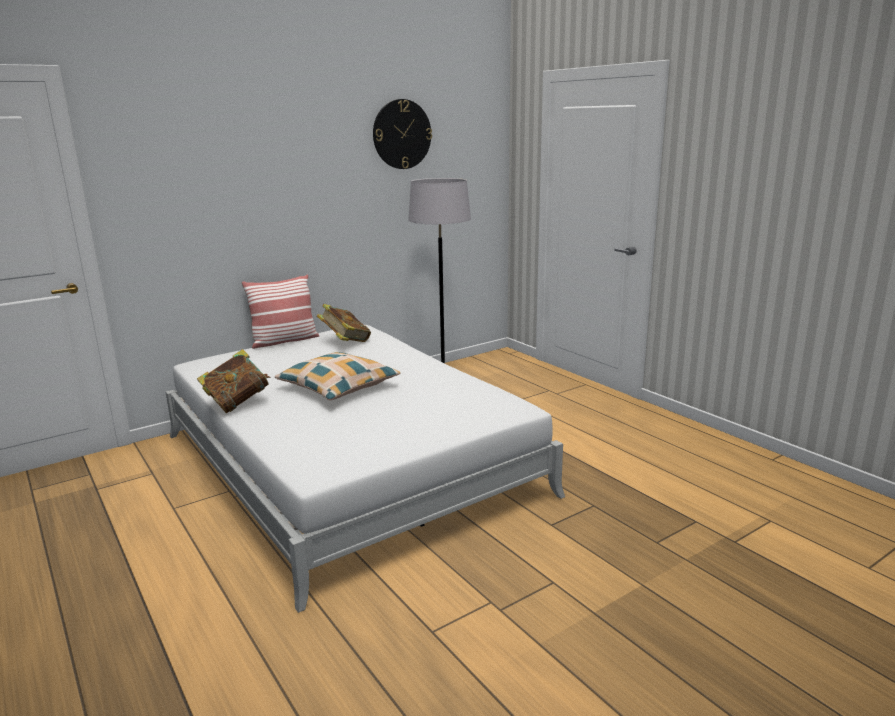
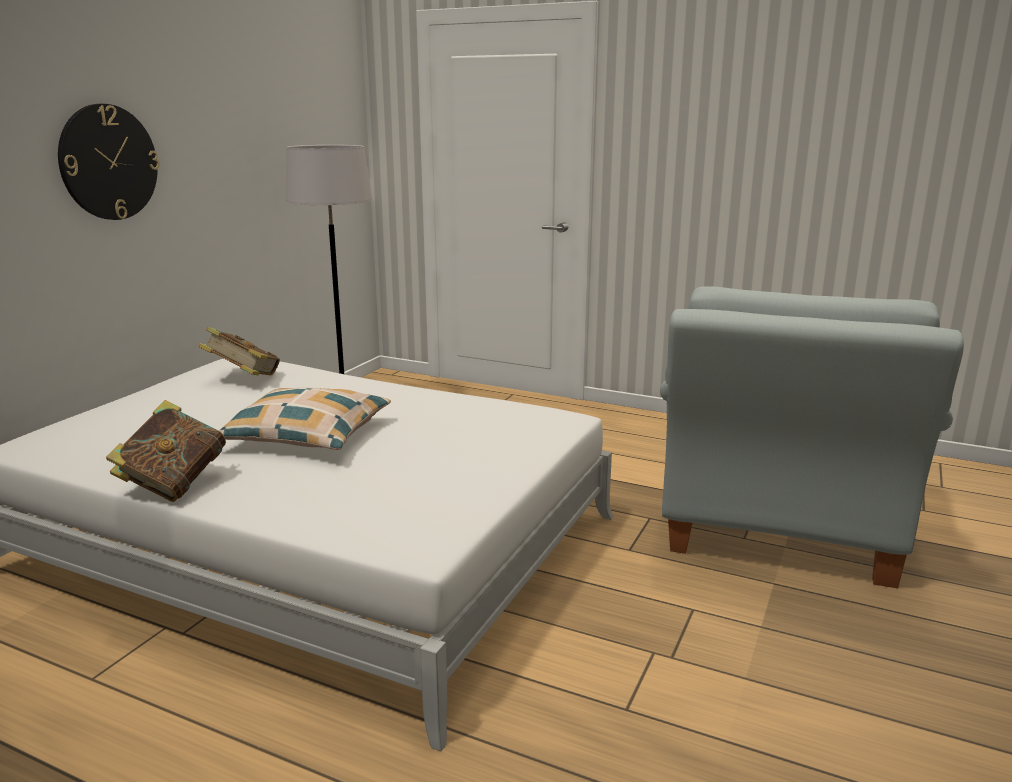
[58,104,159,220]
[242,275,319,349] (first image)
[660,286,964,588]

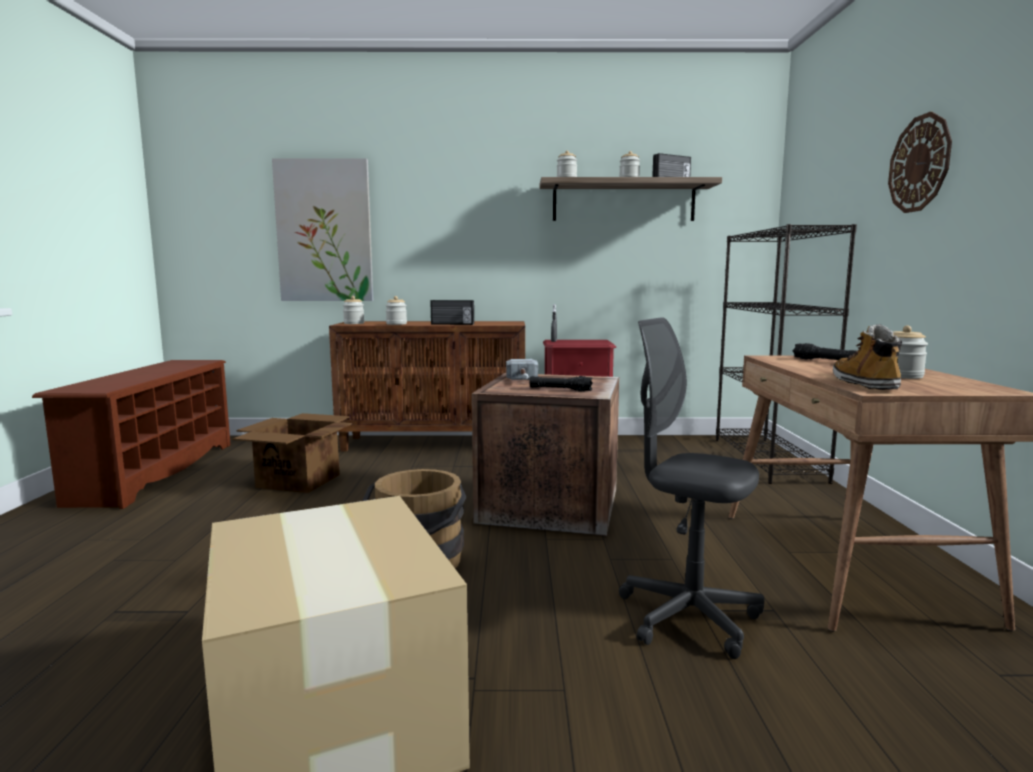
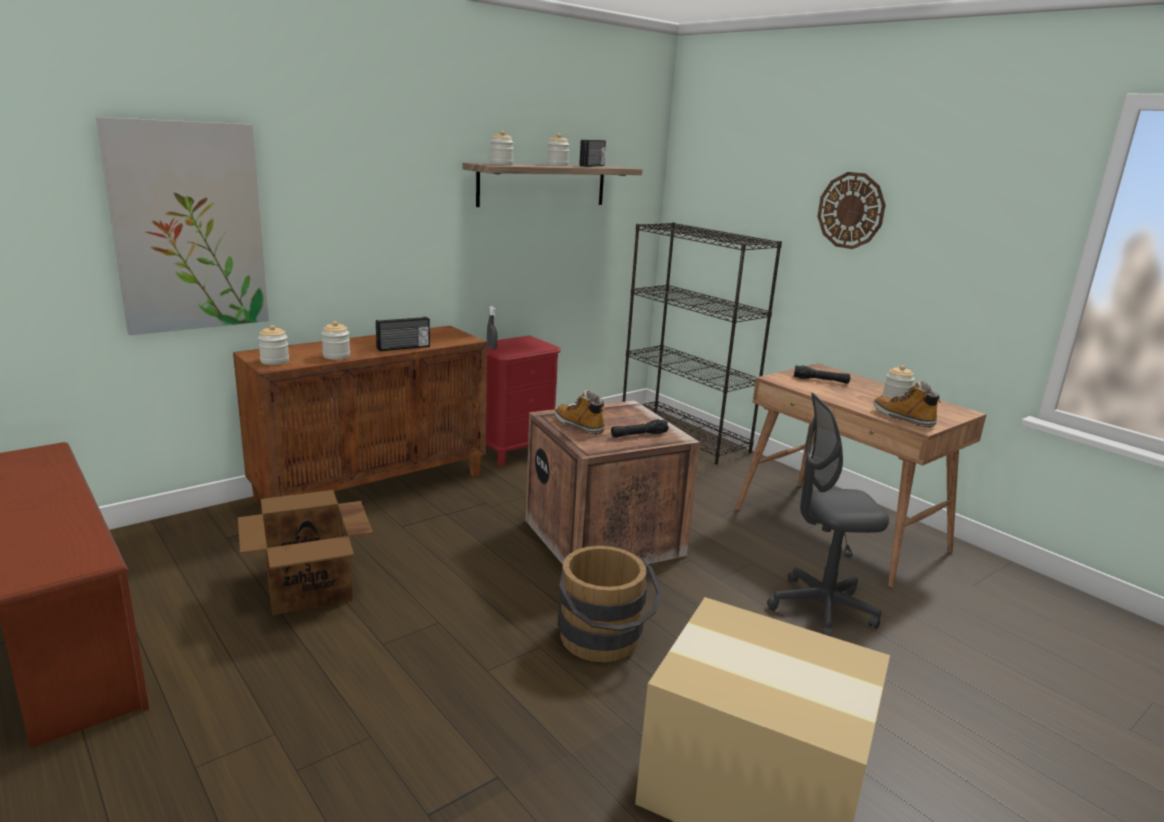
[555,389,605,434]

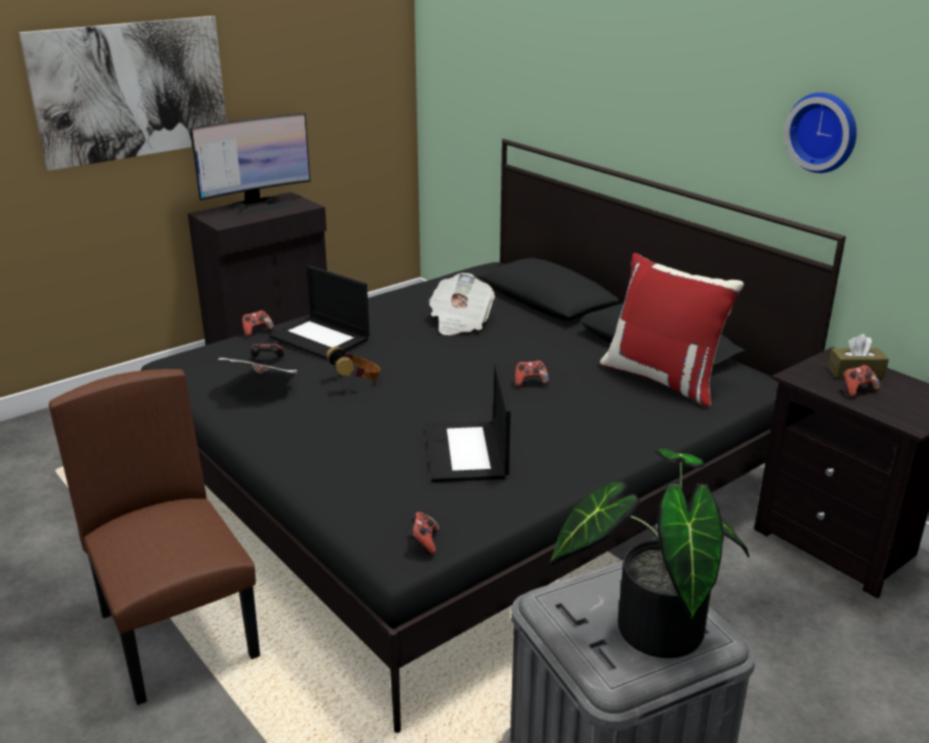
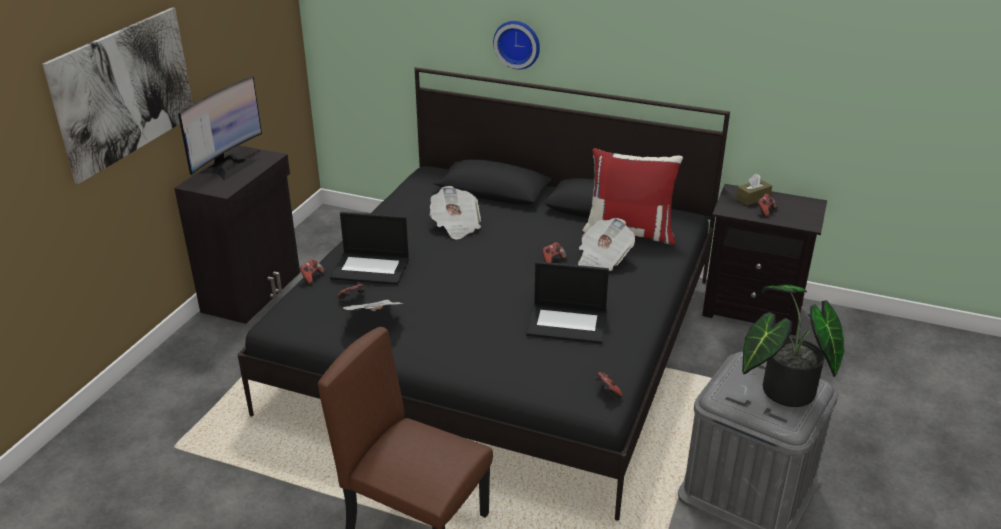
[493,21,540,69]
[326,346,380,381] (first image)
[526,261,609,344]
[578,218,635,271]

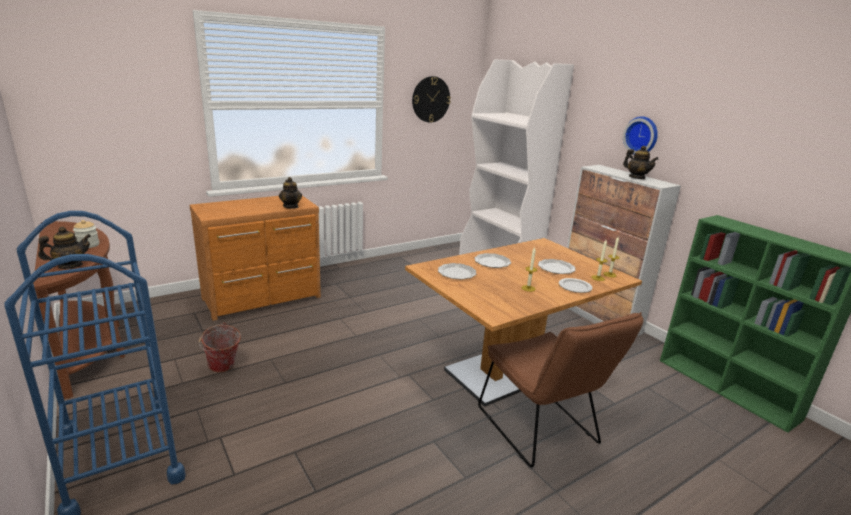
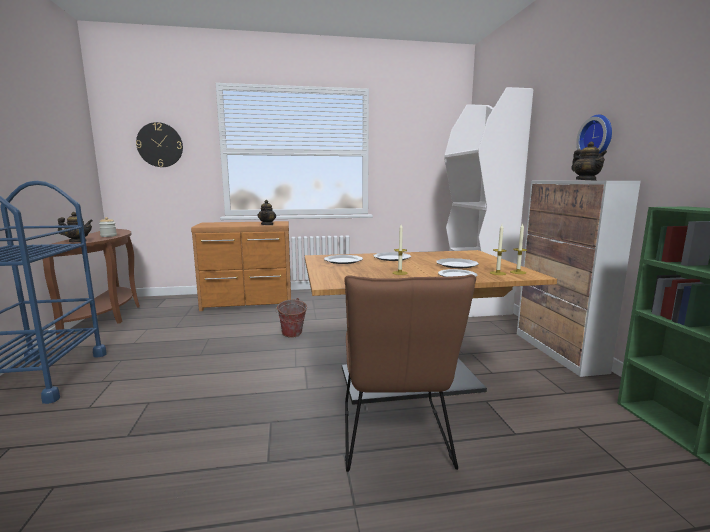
[136,122,183,167]
[275,298,307,338]

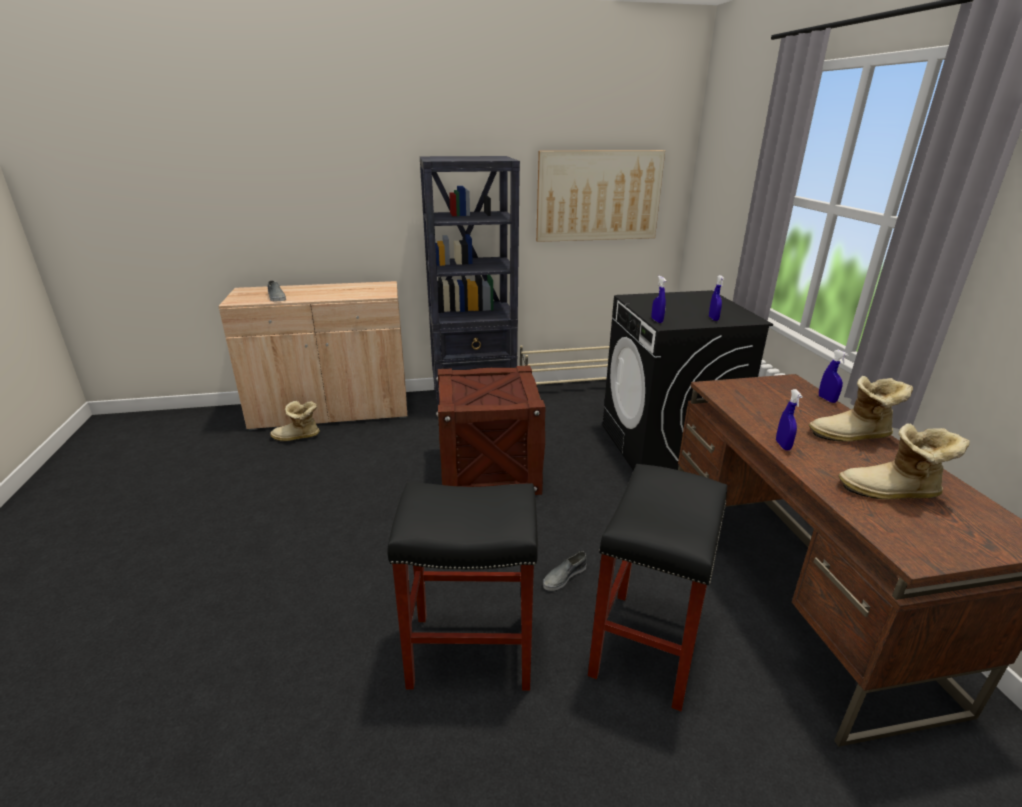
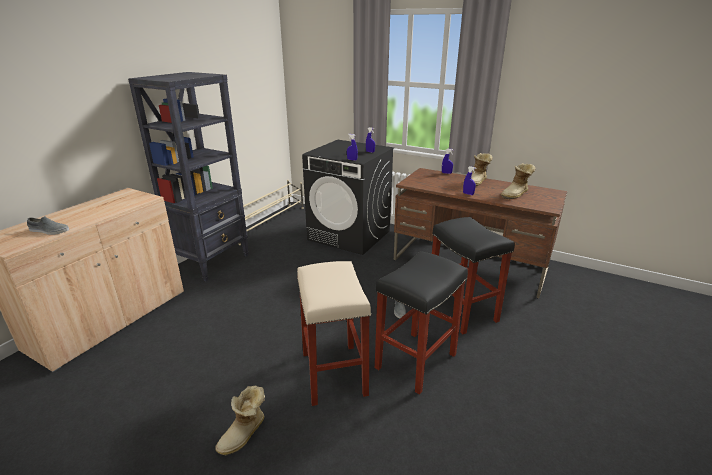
[536,150,665,242] (first image)
[436,365,546,495] (first image)
[215,386,265,455]
[297,261,371,406]

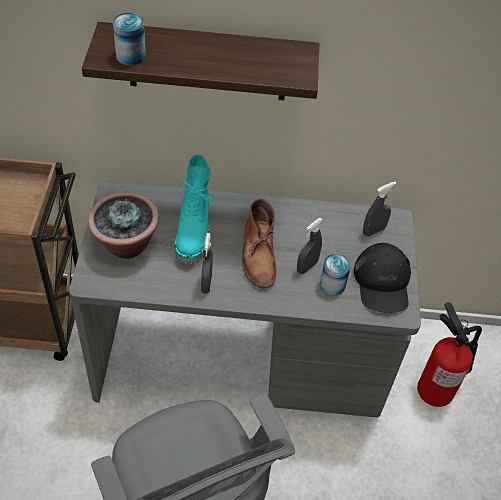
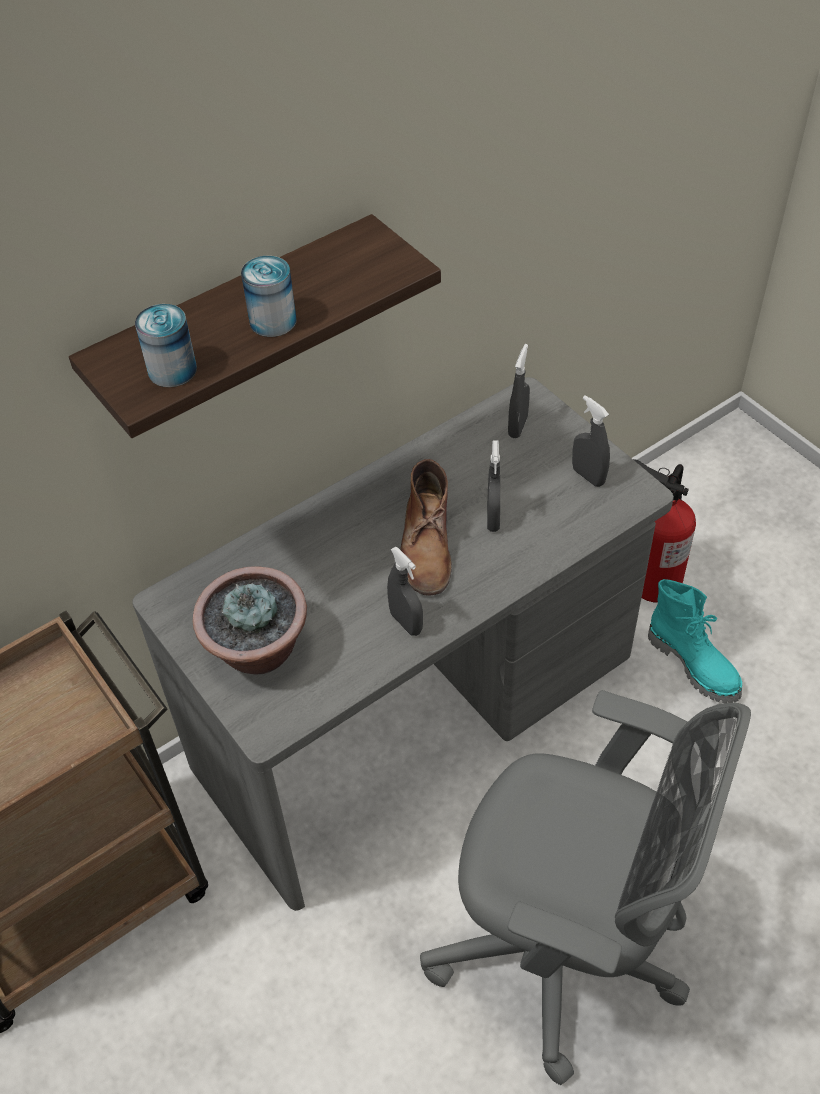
[648,579,742,703]
[400,459,452,596]
[572,395,610,487]
[241,256,297,337]

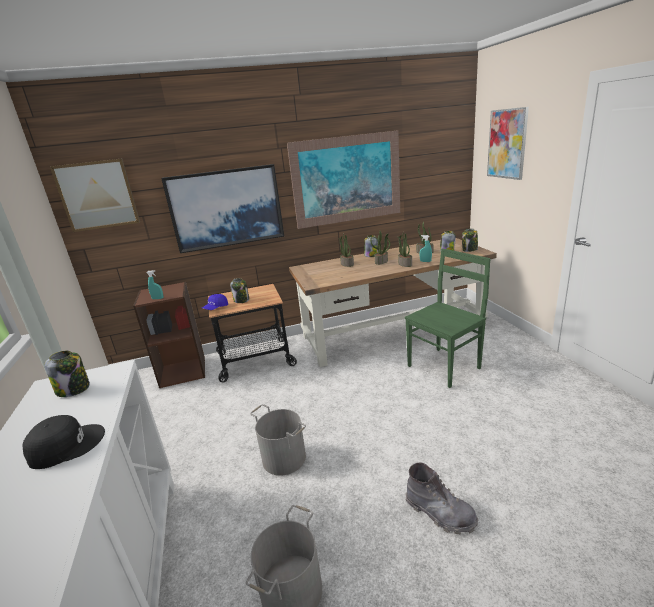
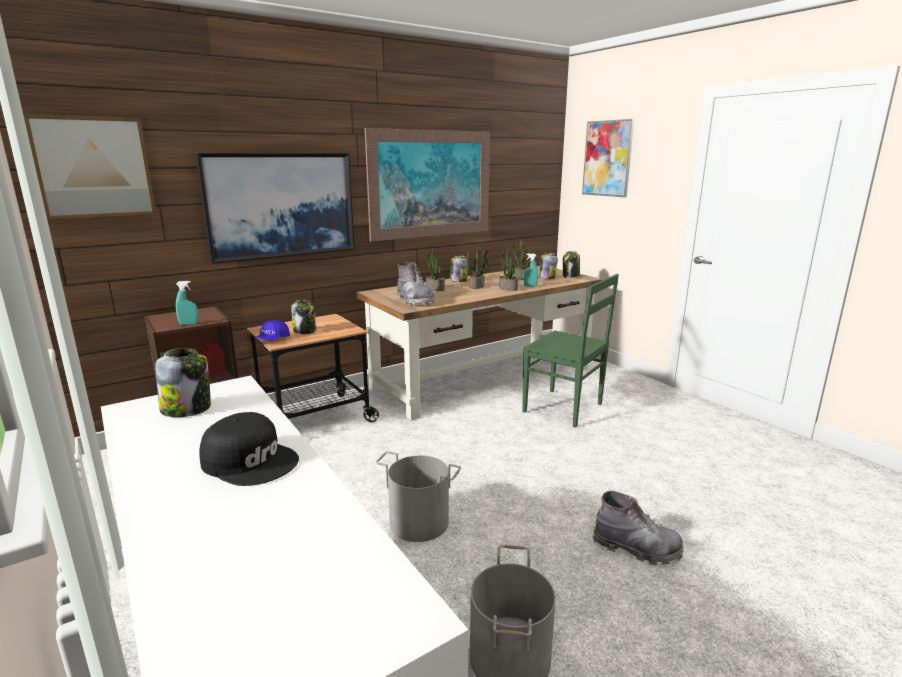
[522,274,619,428]
[199,412,299,486]
[397,262,435,305]

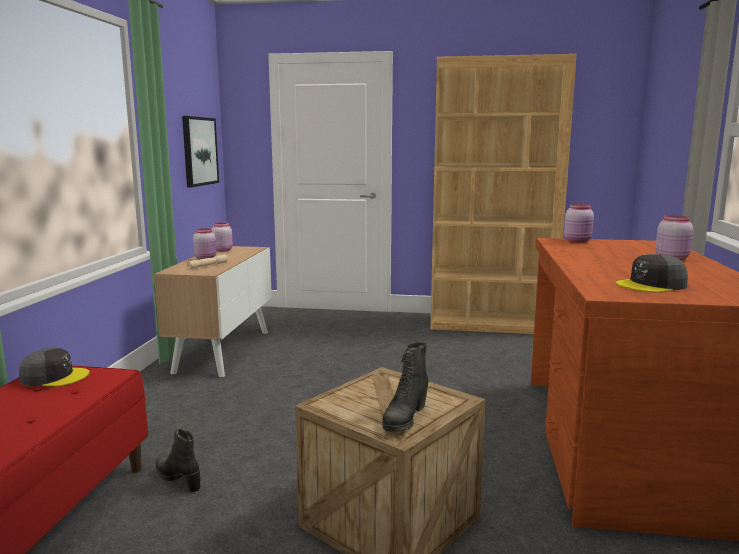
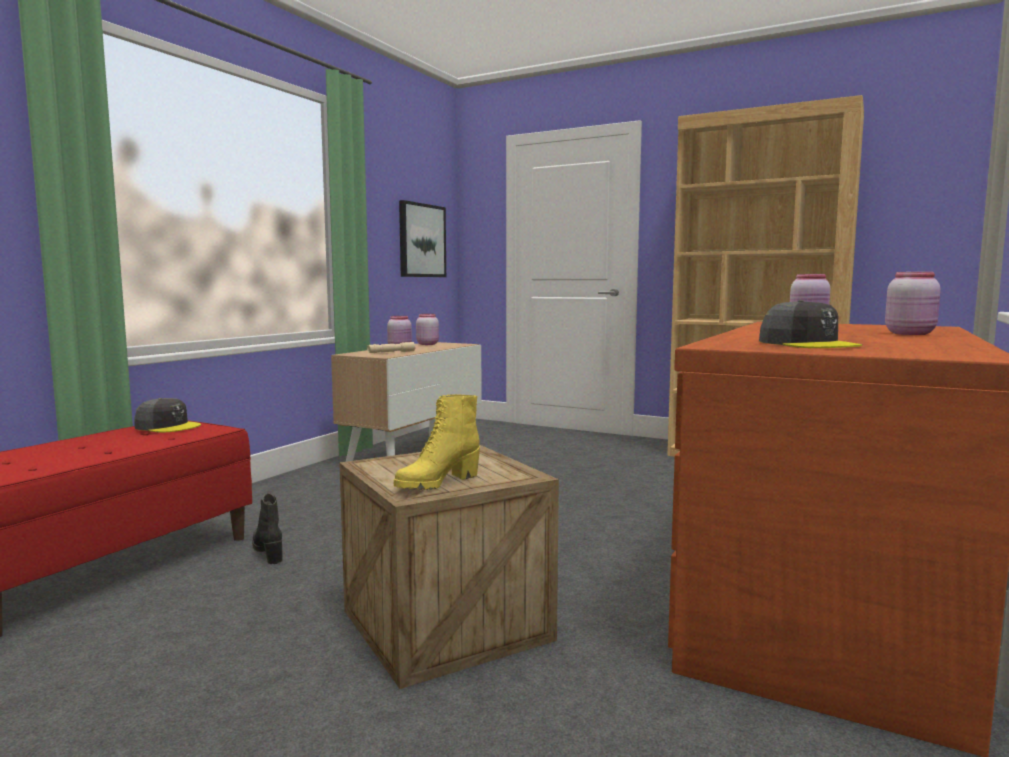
[759,300,862,348]
[394,394,480,490]

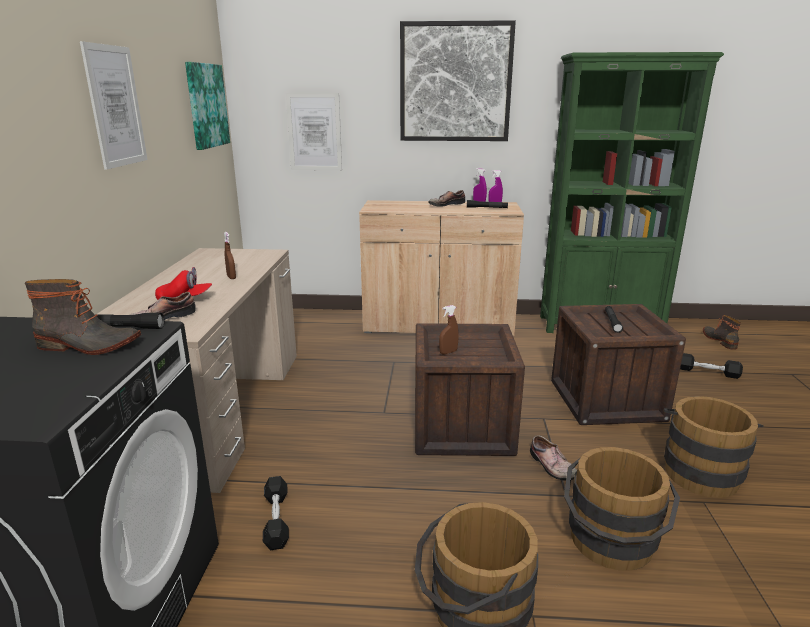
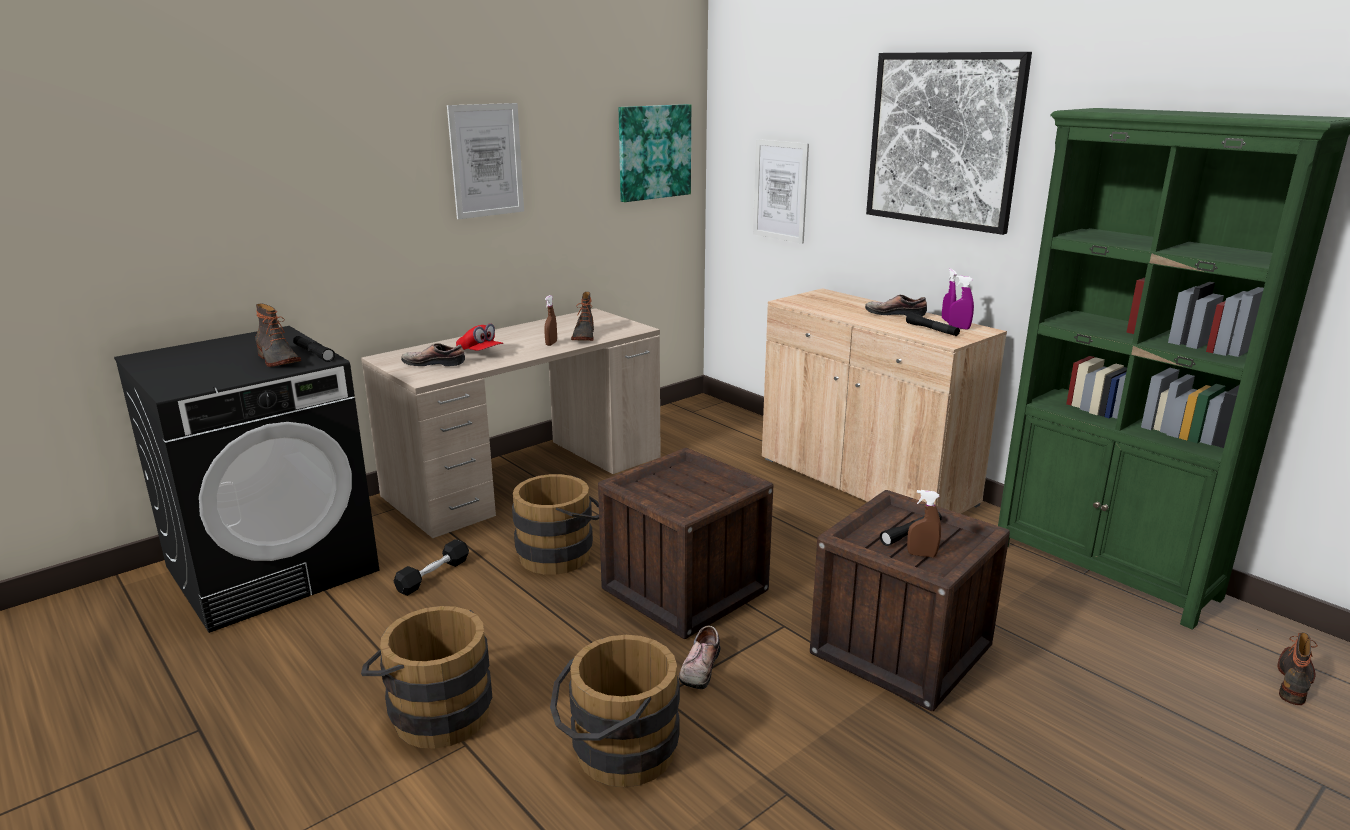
[907,490,941,557]
[680,353,743,379] (first image)
[512,474,599,575]
[571,292,594,341]

